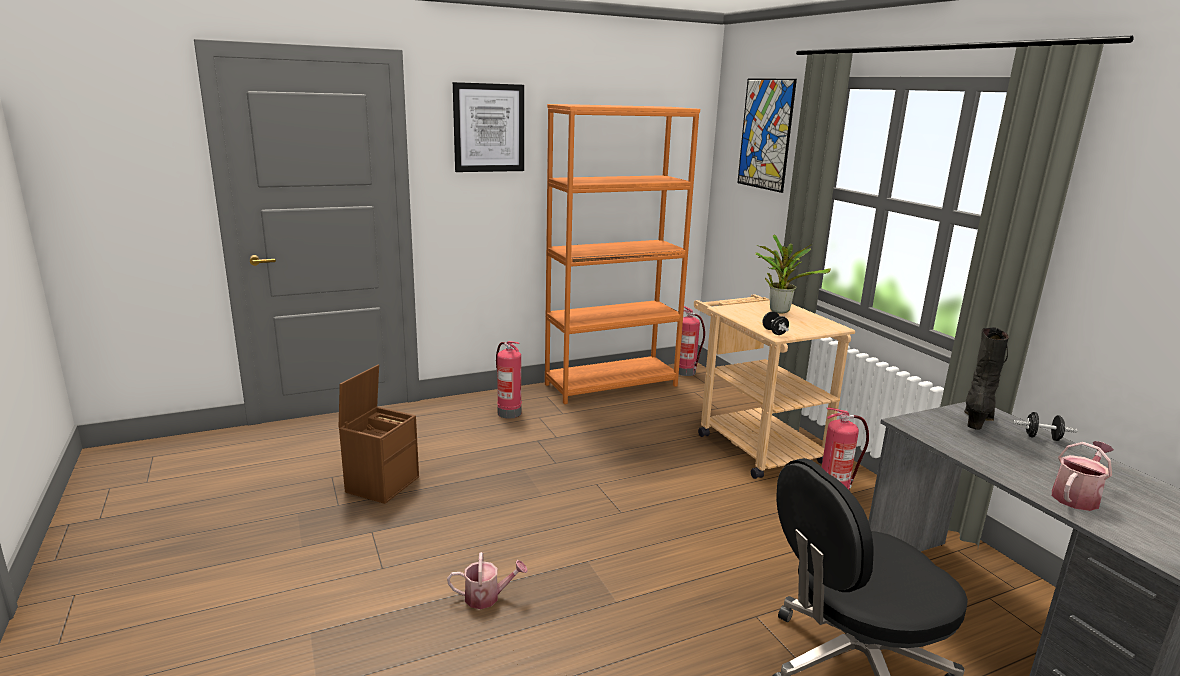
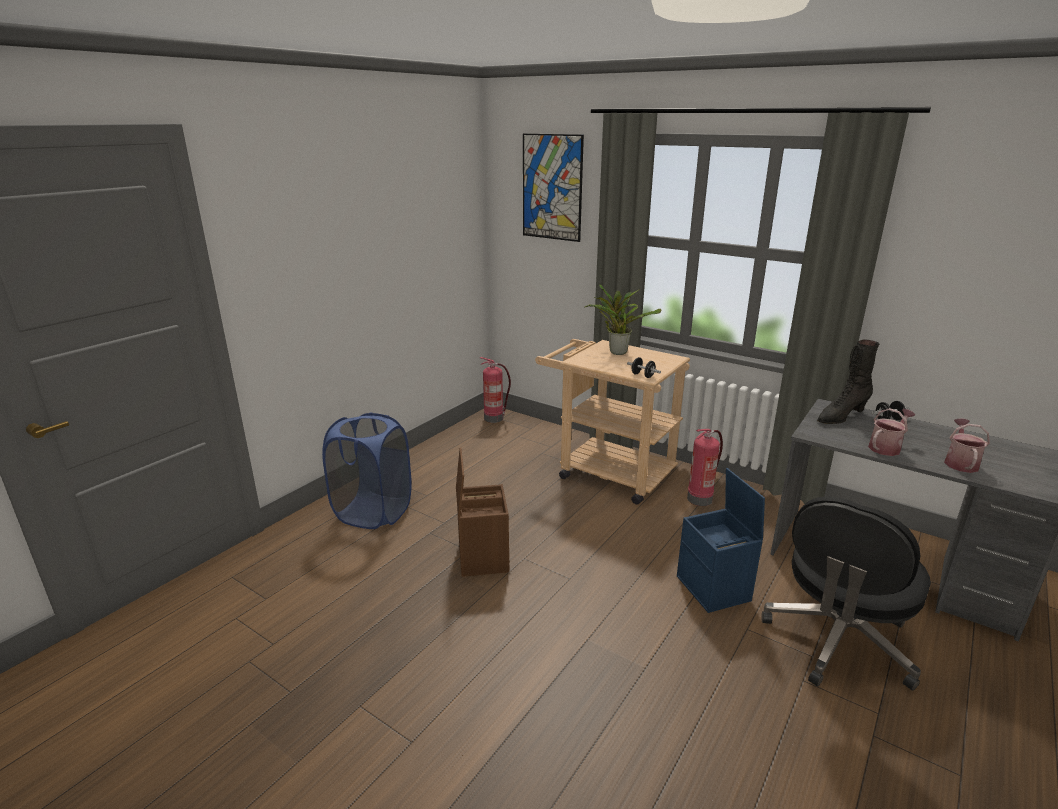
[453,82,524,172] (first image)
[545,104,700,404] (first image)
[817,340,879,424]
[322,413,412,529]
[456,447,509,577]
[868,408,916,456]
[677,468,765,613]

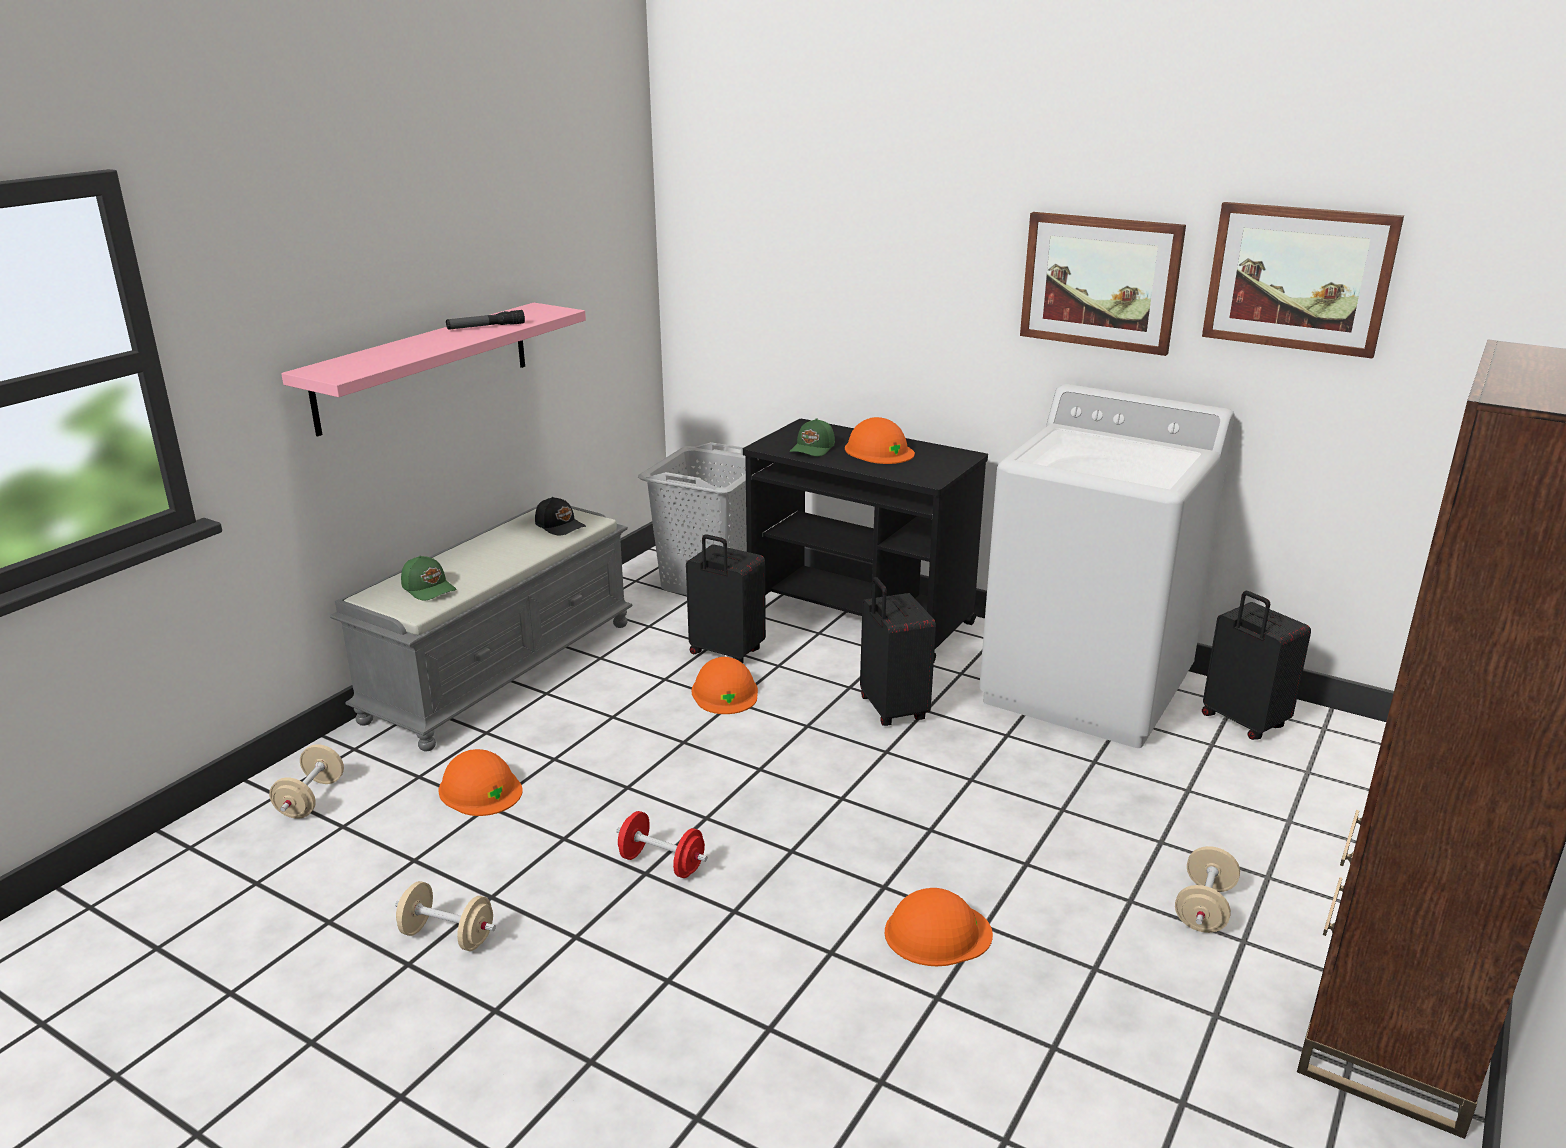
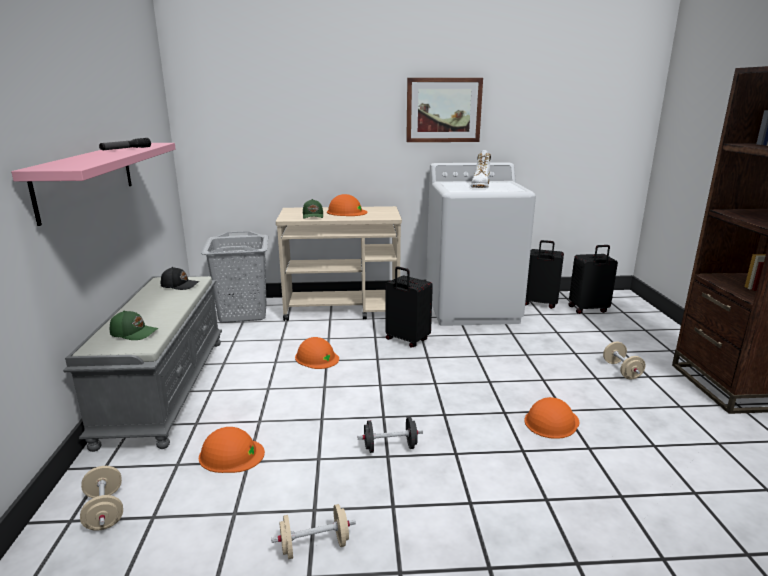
[1202,202,1404,359] (first image)
[276,206,402,321]
[568,245,618,314]
[357,417,423,453]
[471,150,491,188]

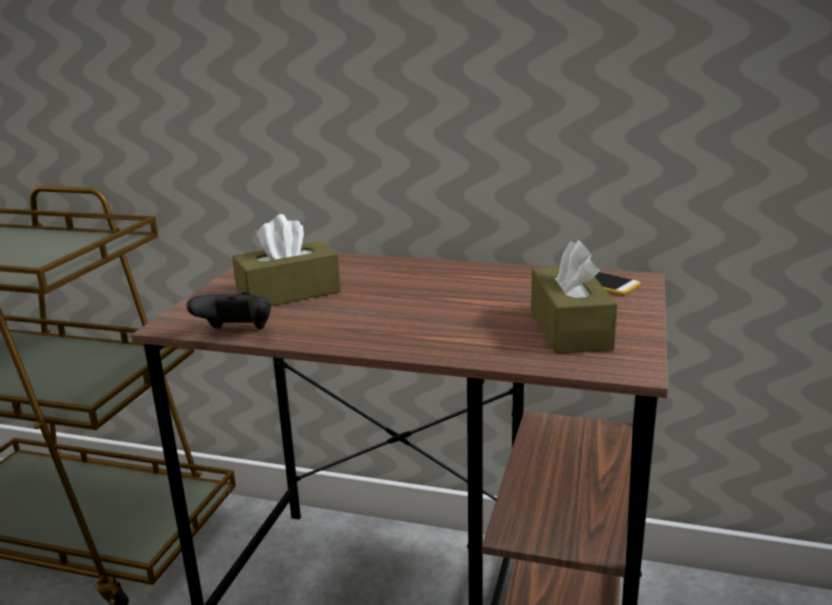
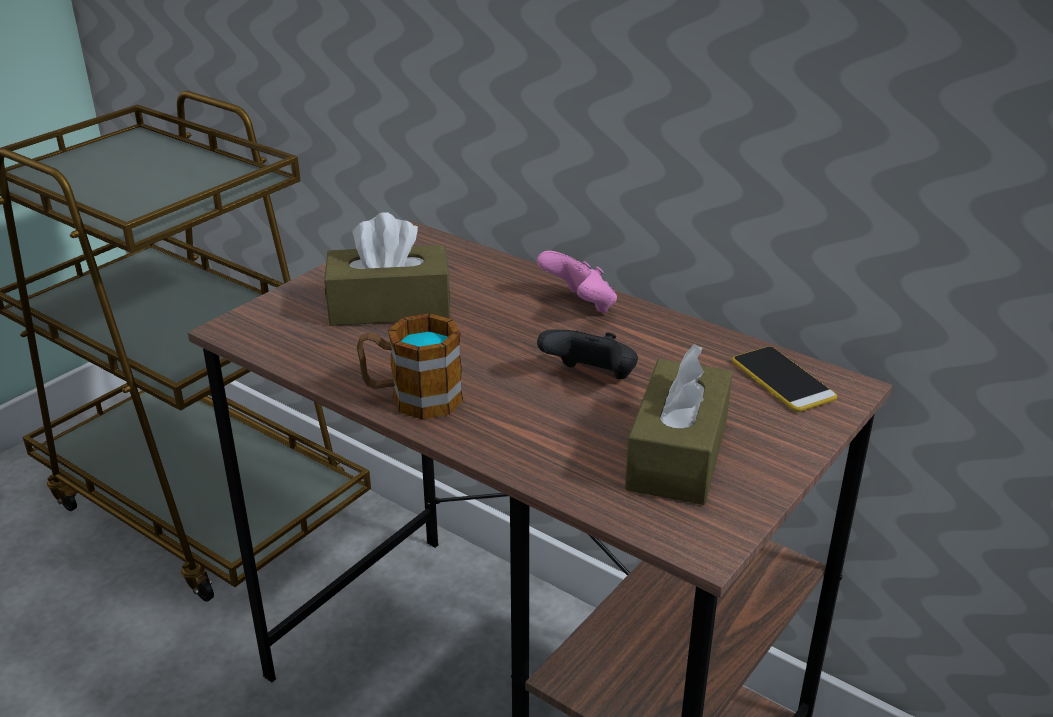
[537,329,638,379]
[537,251,617,313]
[357,313,463,420]

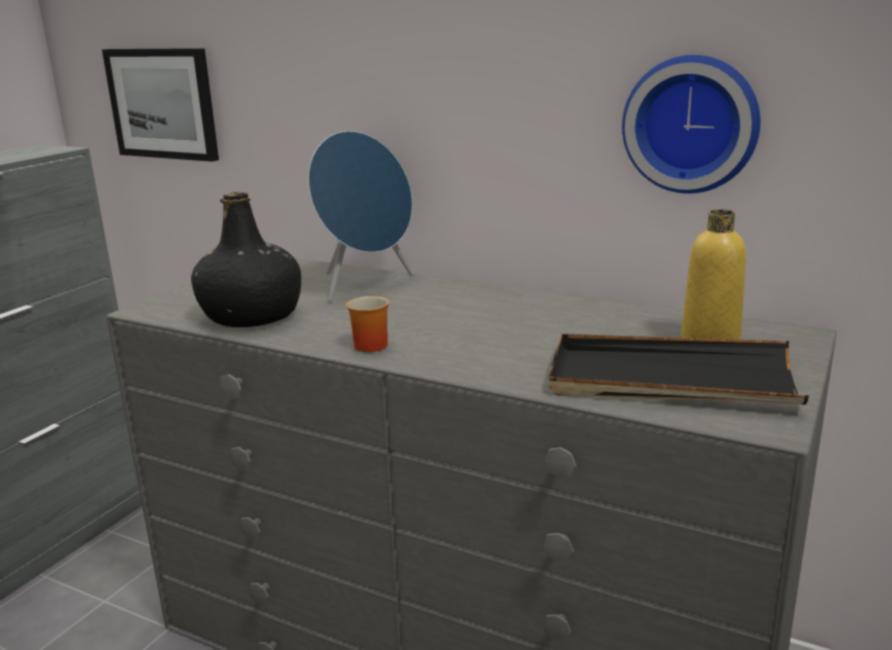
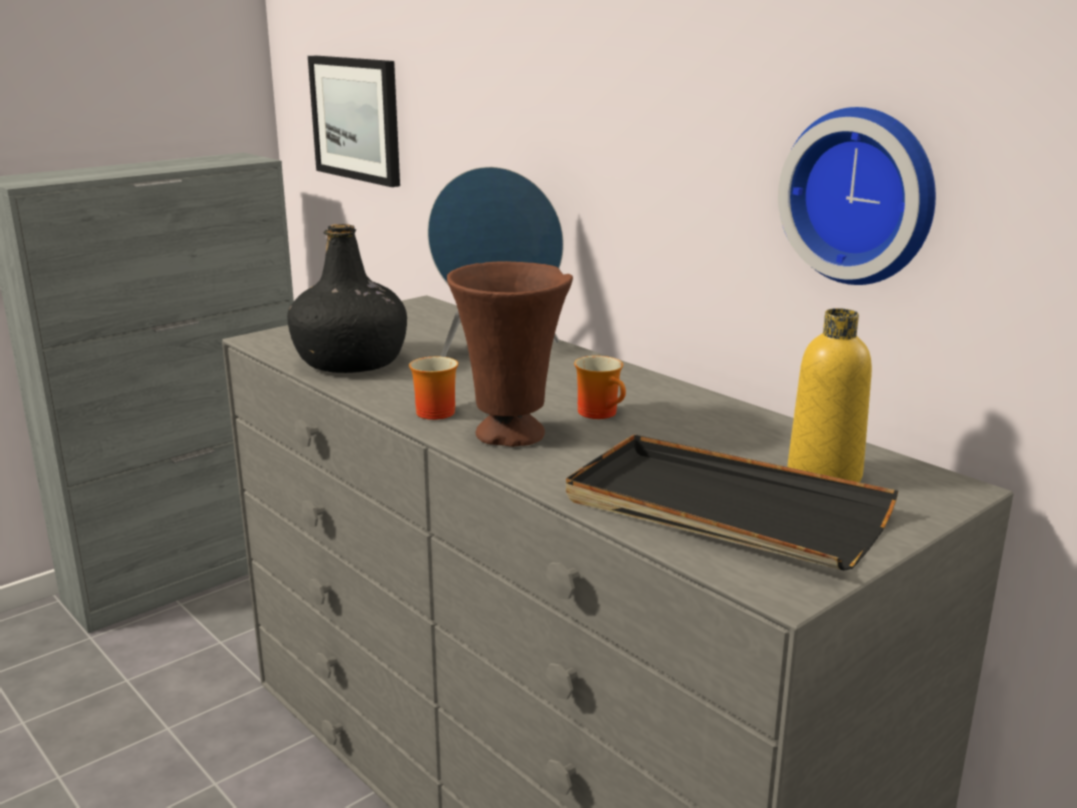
[447,261,573,447]
[574,356,626,419]

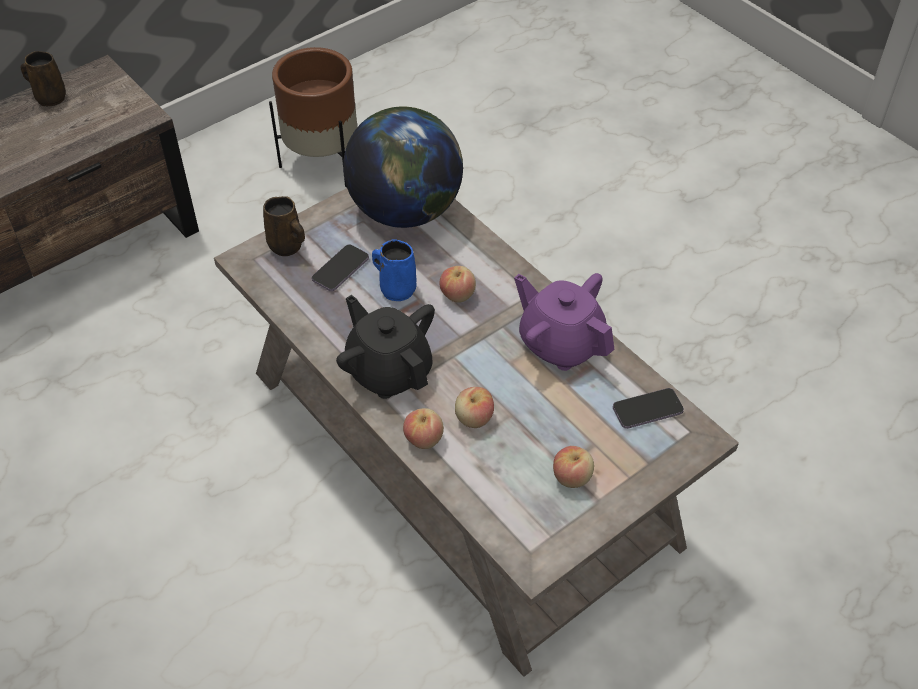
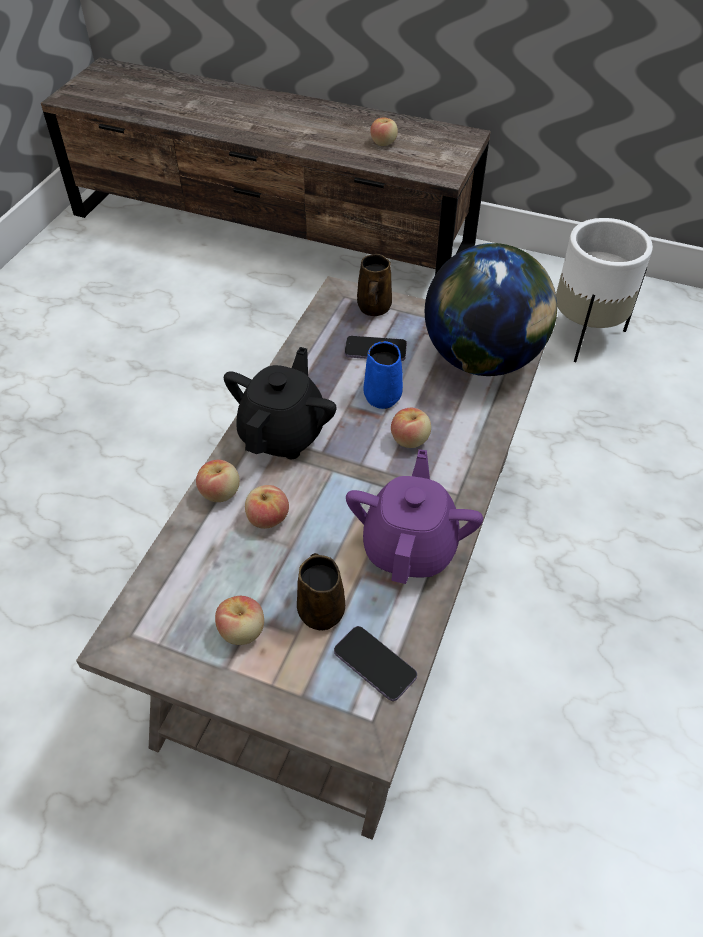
[556,218,653,362]
[297,553,345,630]
[370,117,398,146]

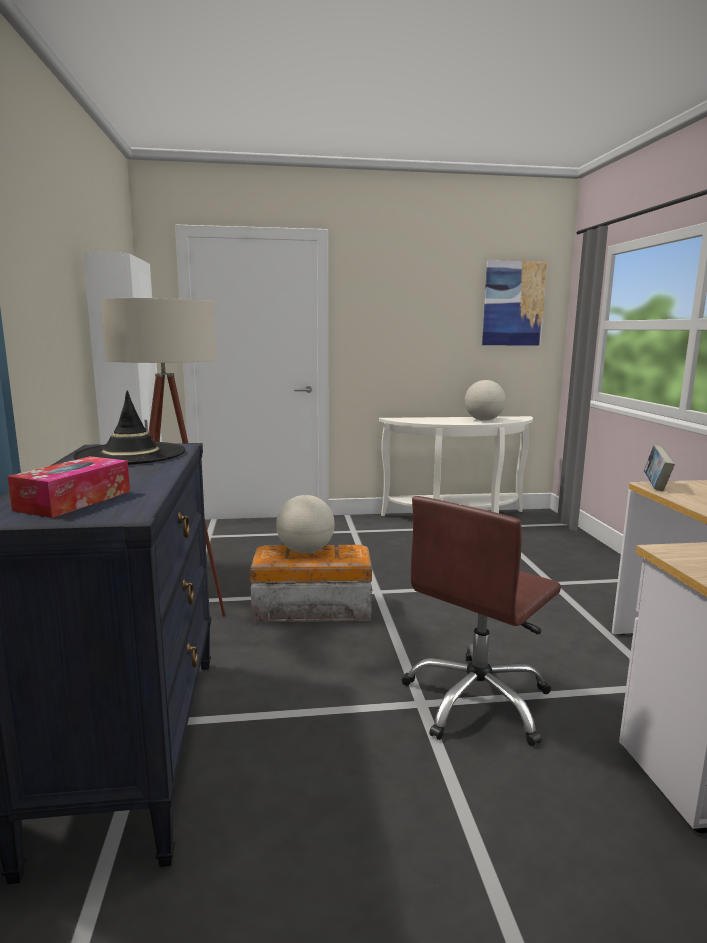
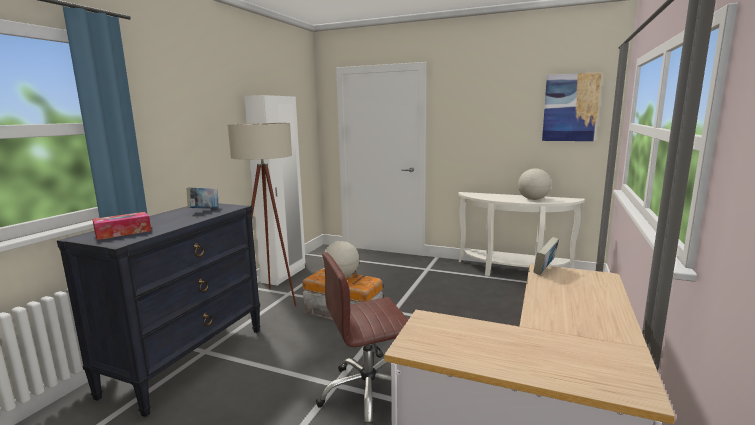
[187,187,218,208]

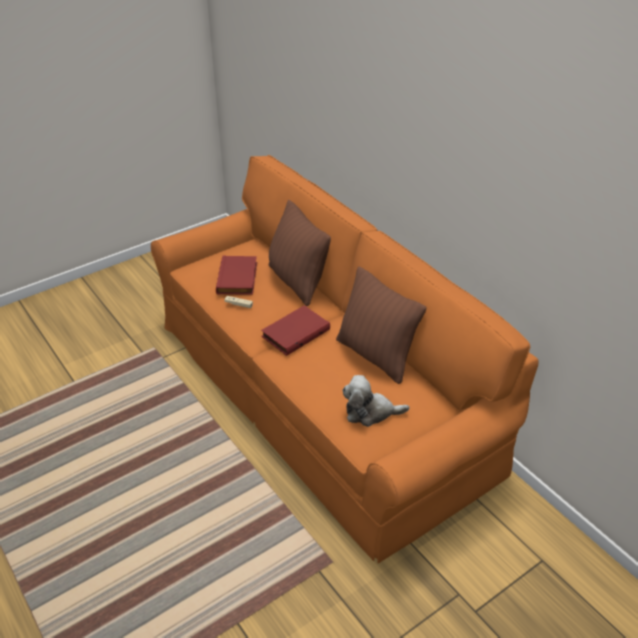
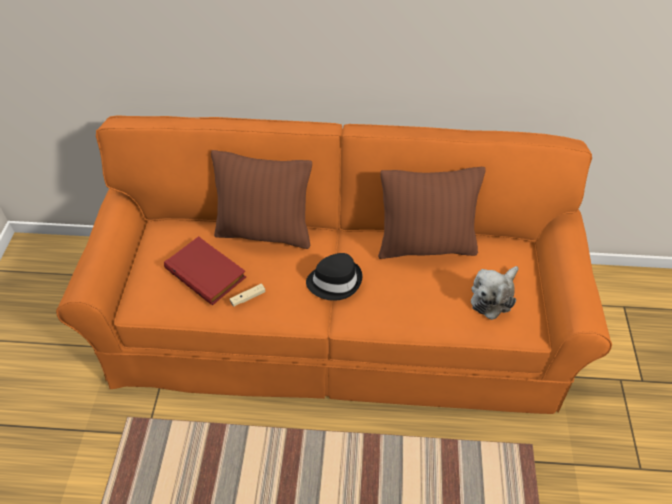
[306,253,362,301]

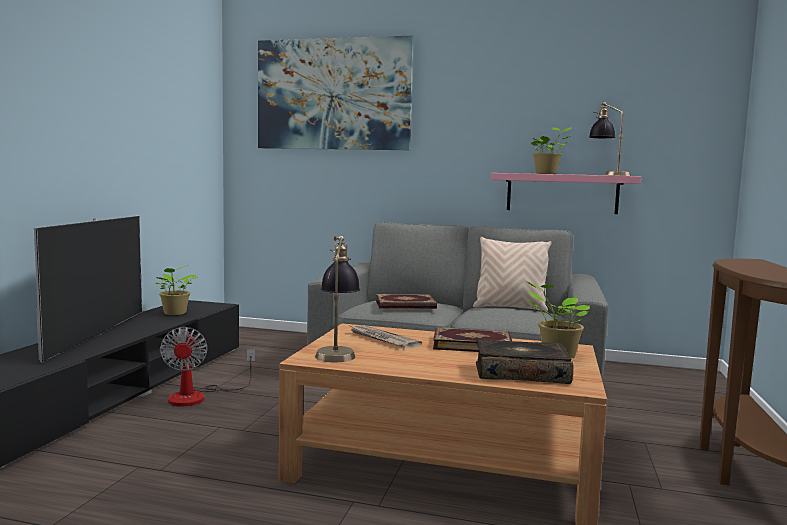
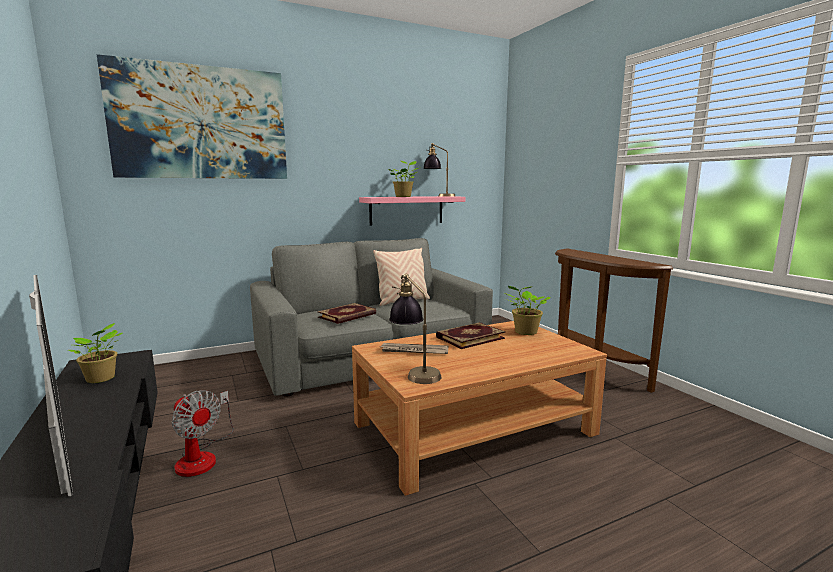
[476,339,573,384] (first image)

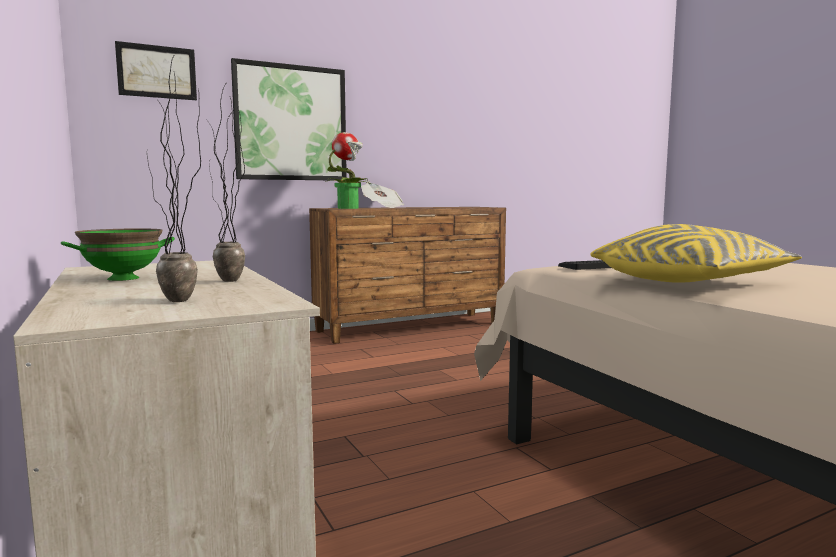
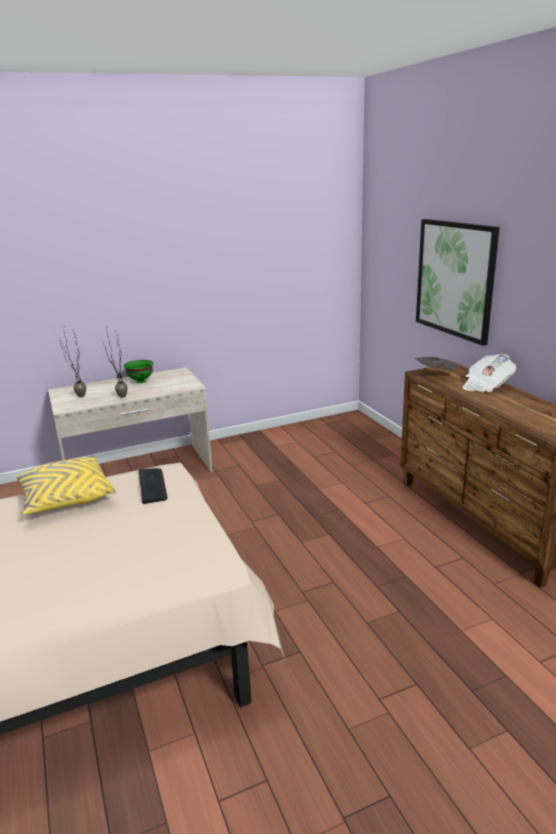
[115,41,197,100] (first image)
[414,357,461,370]

